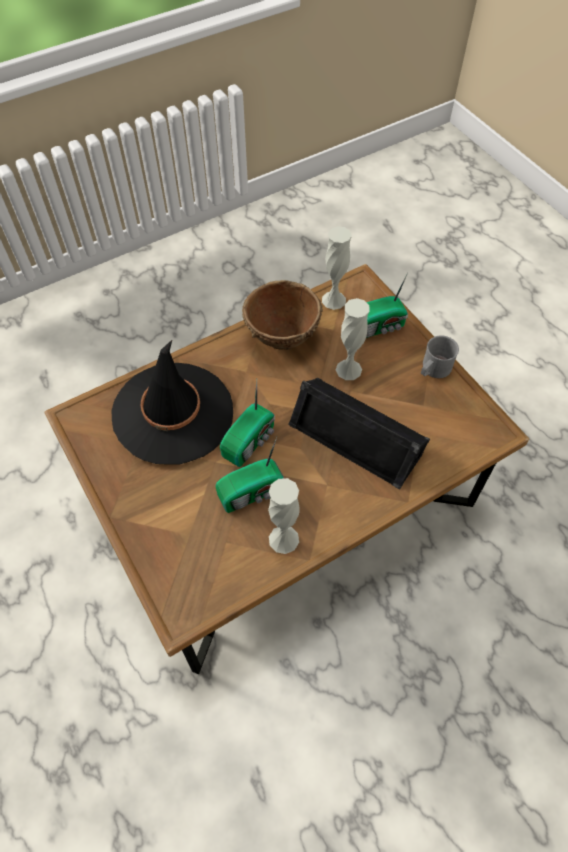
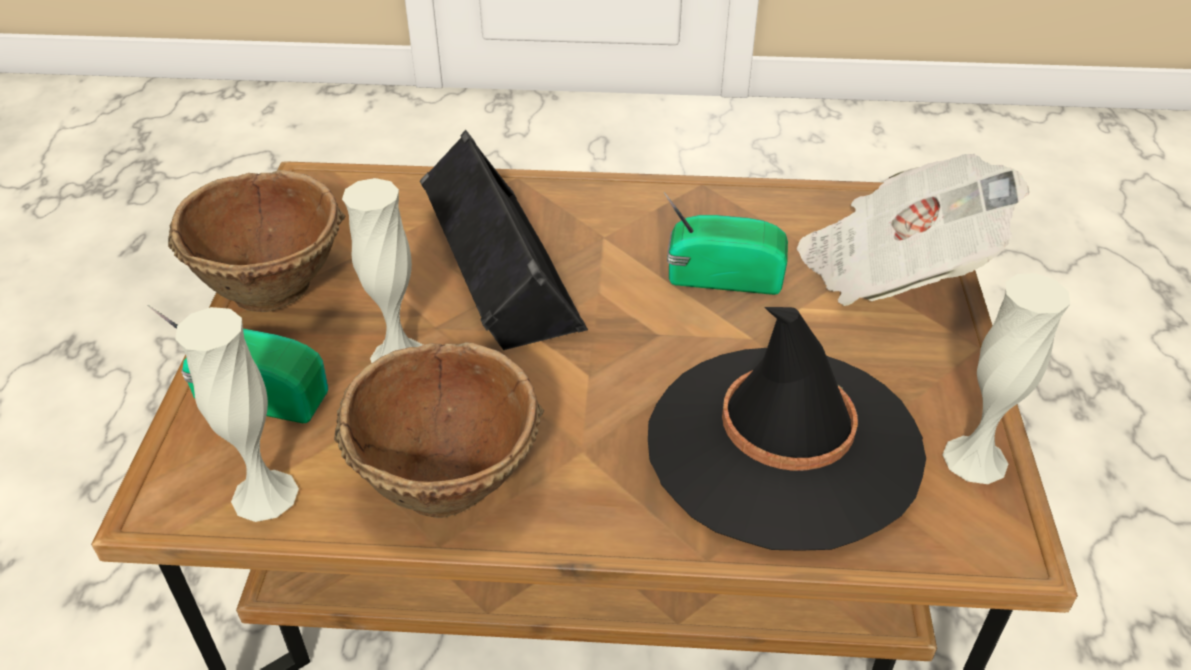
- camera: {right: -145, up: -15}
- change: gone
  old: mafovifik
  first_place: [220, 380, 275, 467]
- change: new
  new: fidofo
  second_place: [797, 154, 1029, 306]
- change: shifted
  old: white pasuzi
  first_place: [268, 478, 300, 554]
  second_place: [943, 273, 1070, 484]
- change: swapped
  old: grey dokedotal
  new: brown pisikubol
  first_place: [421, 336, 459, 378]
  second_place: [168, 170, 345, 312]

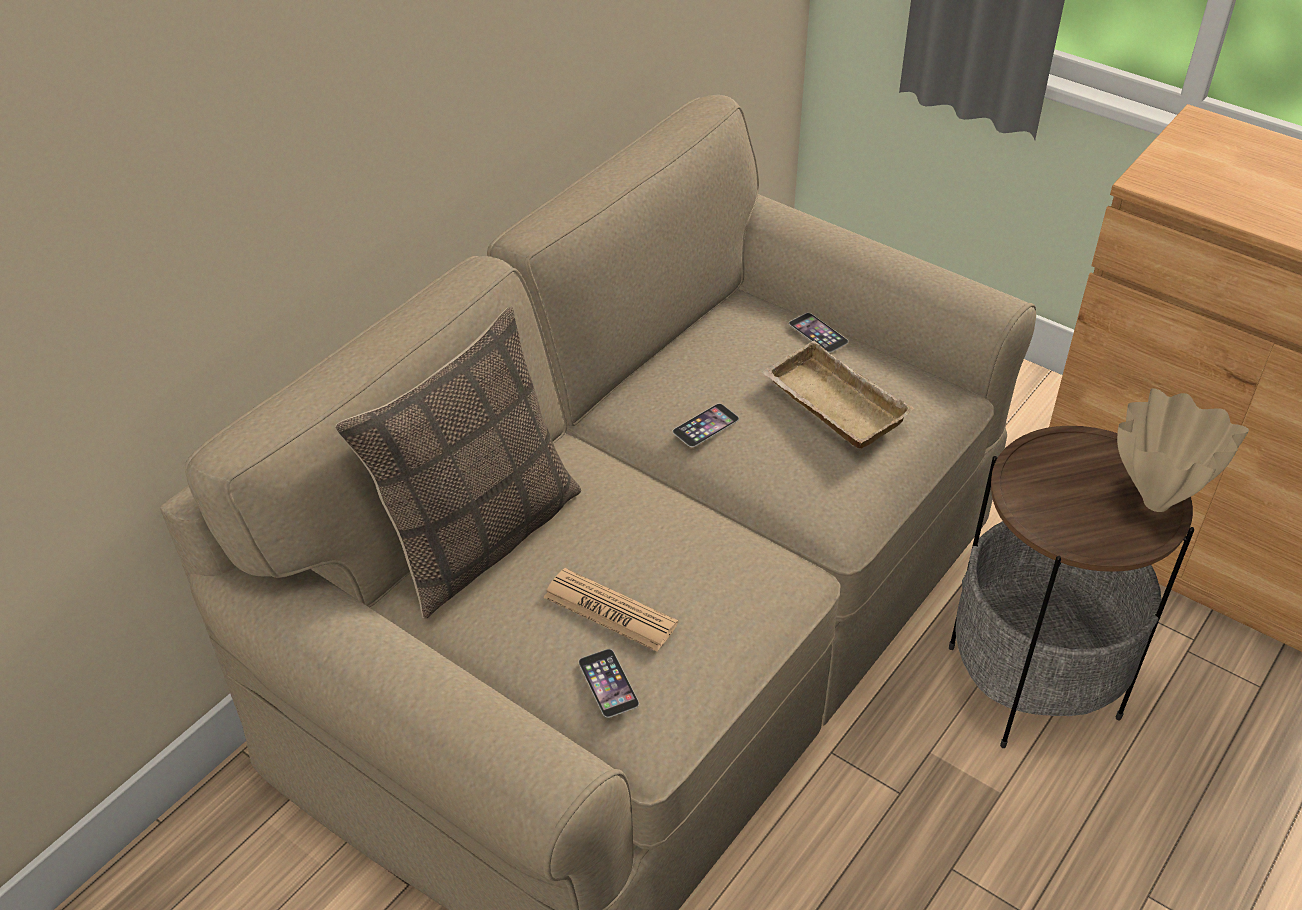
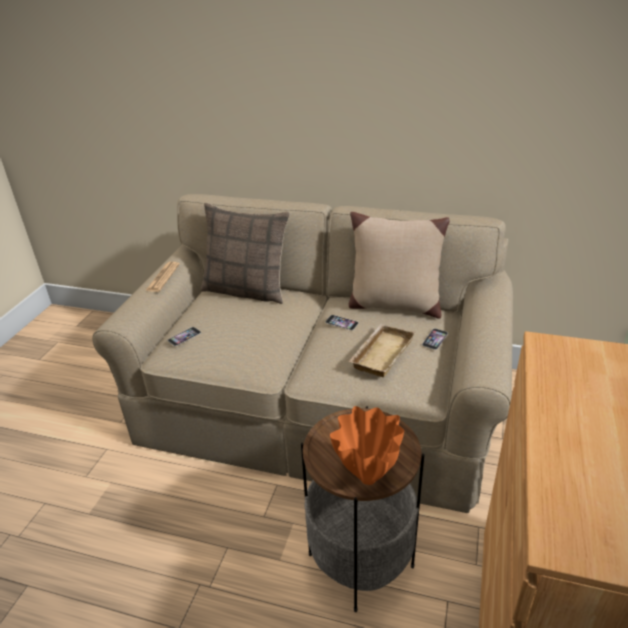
- camera: {right: 70, up: -10}
- change: new
  new: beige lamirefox
  second_place: [348, 212, 450, 319]
- change: shifted
  old: fidofo
  first_place: [543, 568, 678, 652]
  second_place: [145, 262, 180, 292]
- change: repainted
  old: beige pasuzi
  new: orange pasuzi
  first_place: [1117, 388, 1249, 512]
  second_place: [330, 406, 404, 485]

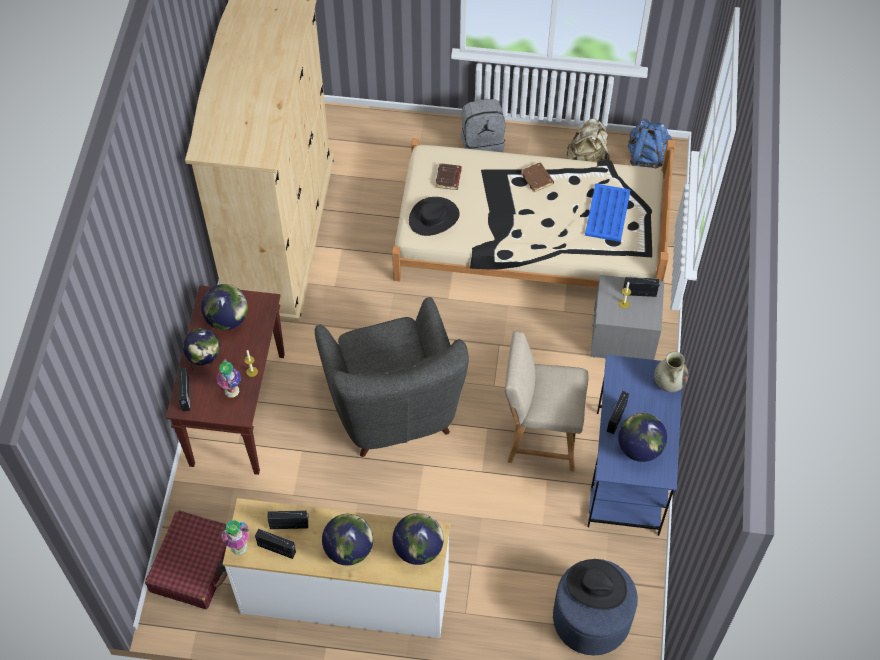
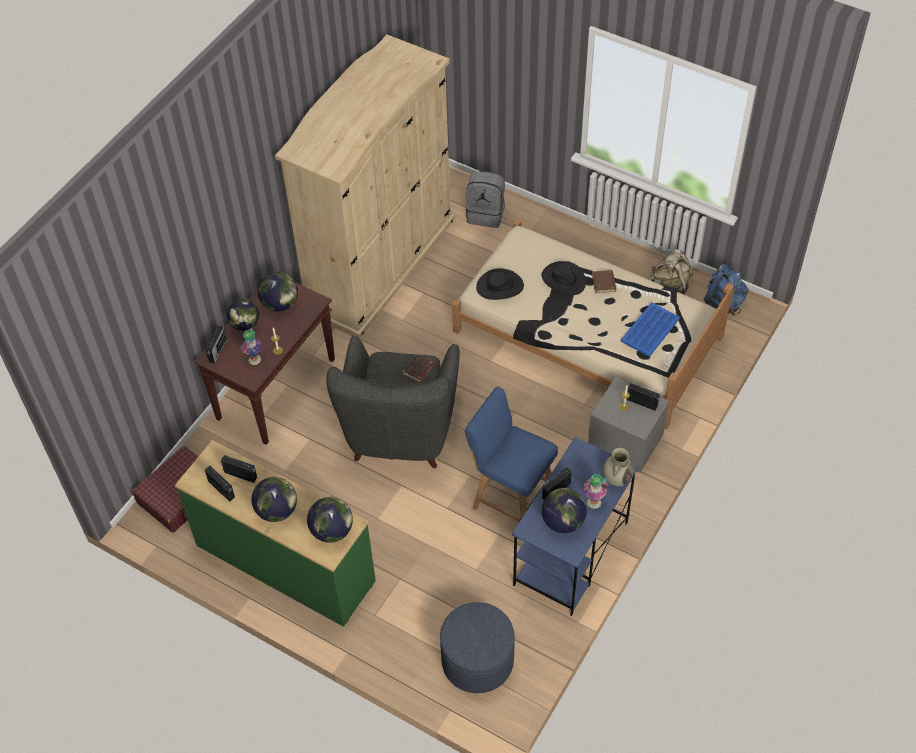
- camera: {right: 25, up: -5}
- change: shifted
  old: pasuzi
  first_place: [221, 520, 249, 555]
  second_place: [584, 474, 608, 509]
- change: shifted
  old: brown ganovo
  first_place: [435, 163, 462, 190]
  second_place: [402, 354, 435, 383]
- change: shifted
  old: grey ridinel
  first_place: [461, 99, 505, 152]
  second_place: [466, 171, 505, 228]
- change: shifted
  old: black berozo
  first_place: [566, 559, 627, 610]
  second_place: [542, 261, 586, 296]
- change: repainted
  old: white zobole
  new: green zobole
  first_place: [223, 498, 450, 638]
  second_place: [175, 440, 376, 627]
- change: repainted
  old: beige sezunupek
  new: blue sezunupek
  first_place: [505, 331, 589, 471]
  second_place: [465, 386, 558, 522]

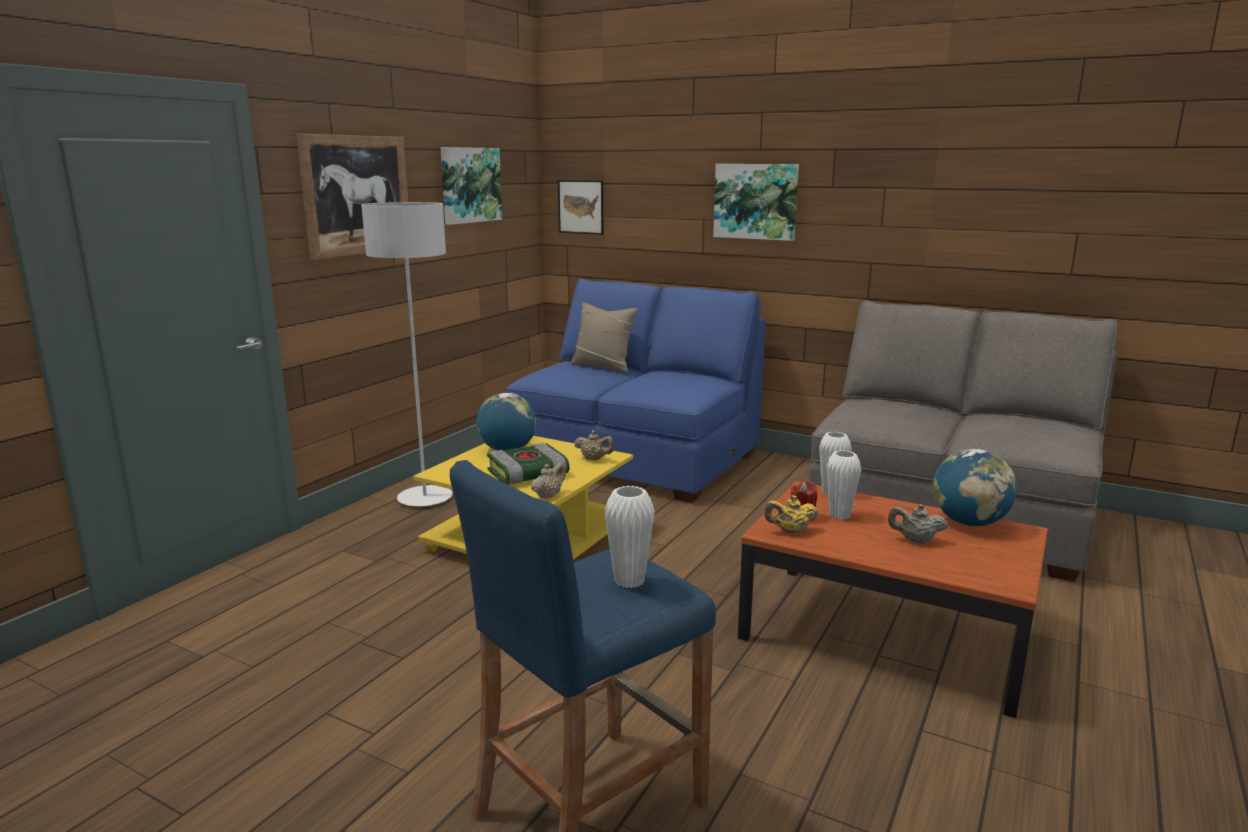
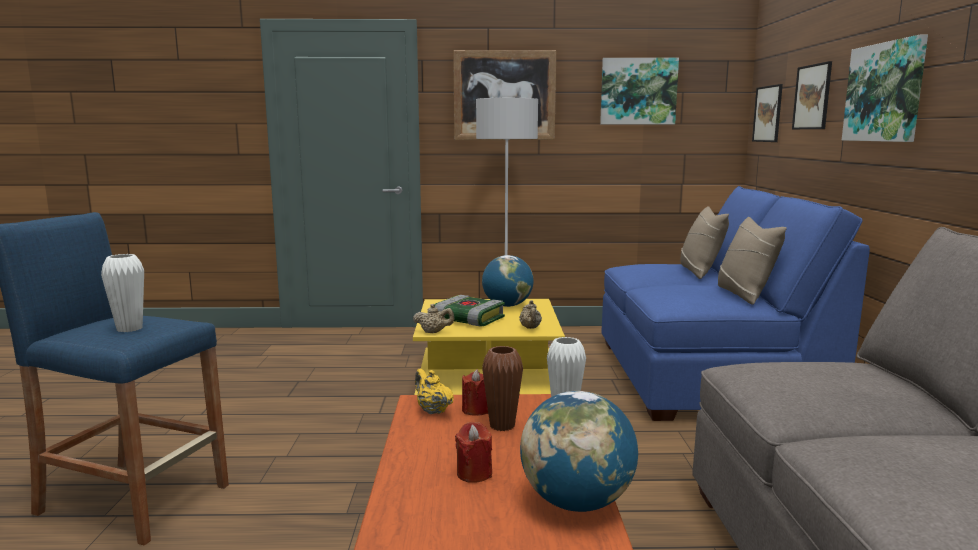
- camera: {right: 60, up: -5}
- change: new
  new: beige lamirefox
  second_place: [718, 217, 787, 305]
- change: new
  new: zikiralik
  second_place: [792, 61, 832, 129]
- change: swapped
  old: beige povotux
  new: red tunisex
  first_place: [888, 504, 948, 544]
  second_place: [455, 422, 492, 483]
- change: repainted
  old: white pasuzi
  new: brown pasuzi
  first_place: [827, 450, 861, 520]
  second_place: [482, 346, 523, 431]

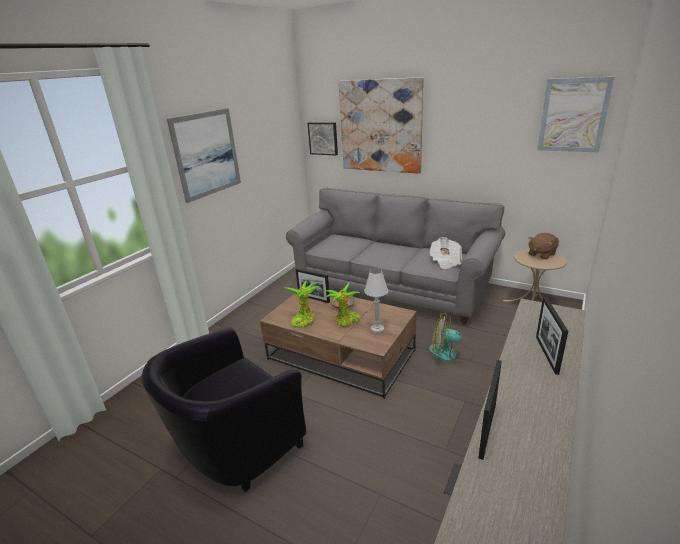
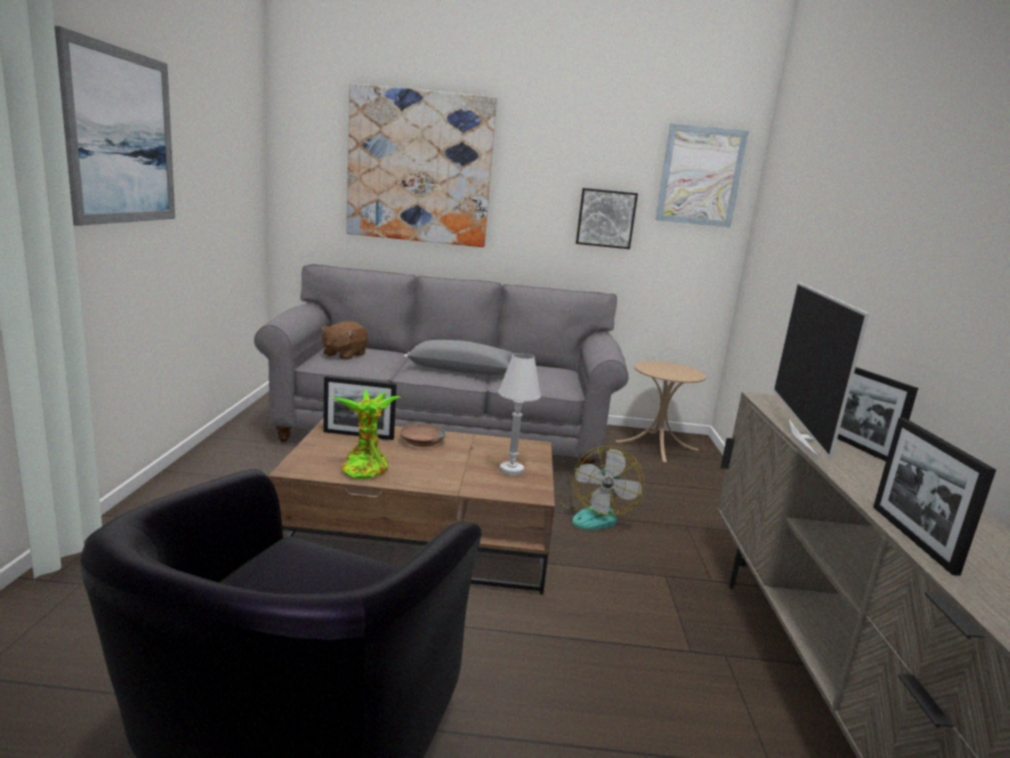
- camera: {right: -30, up: -10}
- change: gone
  old: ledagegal
  first_place: [325, 282, 360, 327]
- change: gone
  old: fidofo
  first_place: [429, 237, 462, 269]
- change: new
  new: grey lamirefox
  second_place: [404, 340, 514, 375]
- change: new
  new: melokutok
  second_place: [773, 282, 869, 459]
- change: shifted
  old: zikiralik
  first_place: [307, 122, 338, 156]
  second_place: [576, 188, 638, 249]
- change: shifted
  old: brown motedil
  first_place: [528, 233, 559, 259]
  second_place: [321, 321, 368, 360]
- change: rotated
  old: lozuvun
  first_place: [429, 313, 472, 363]
  second_place: [560, 446, 645, 530]
  degrees: -60

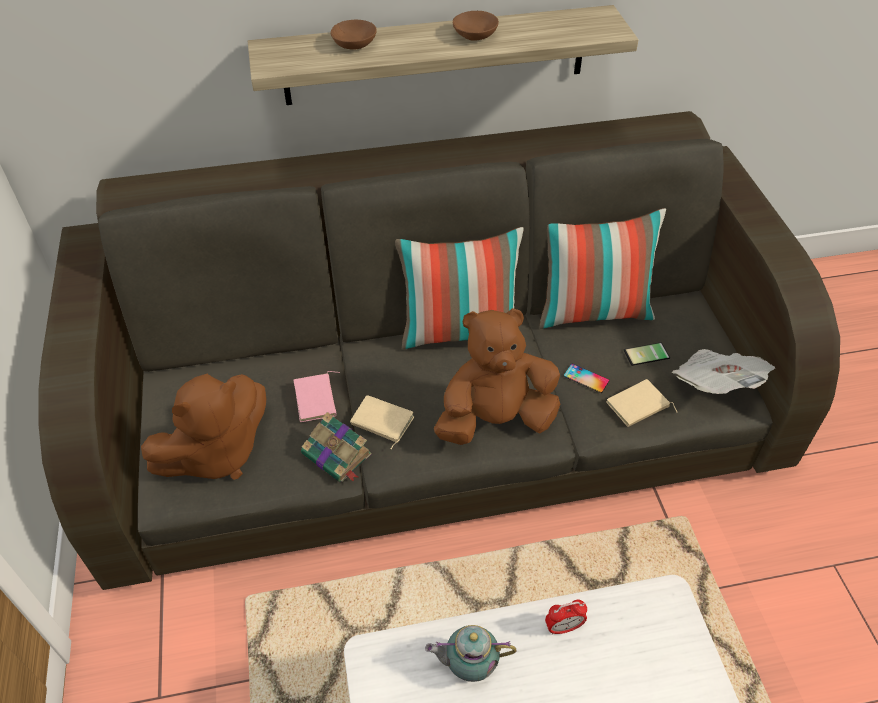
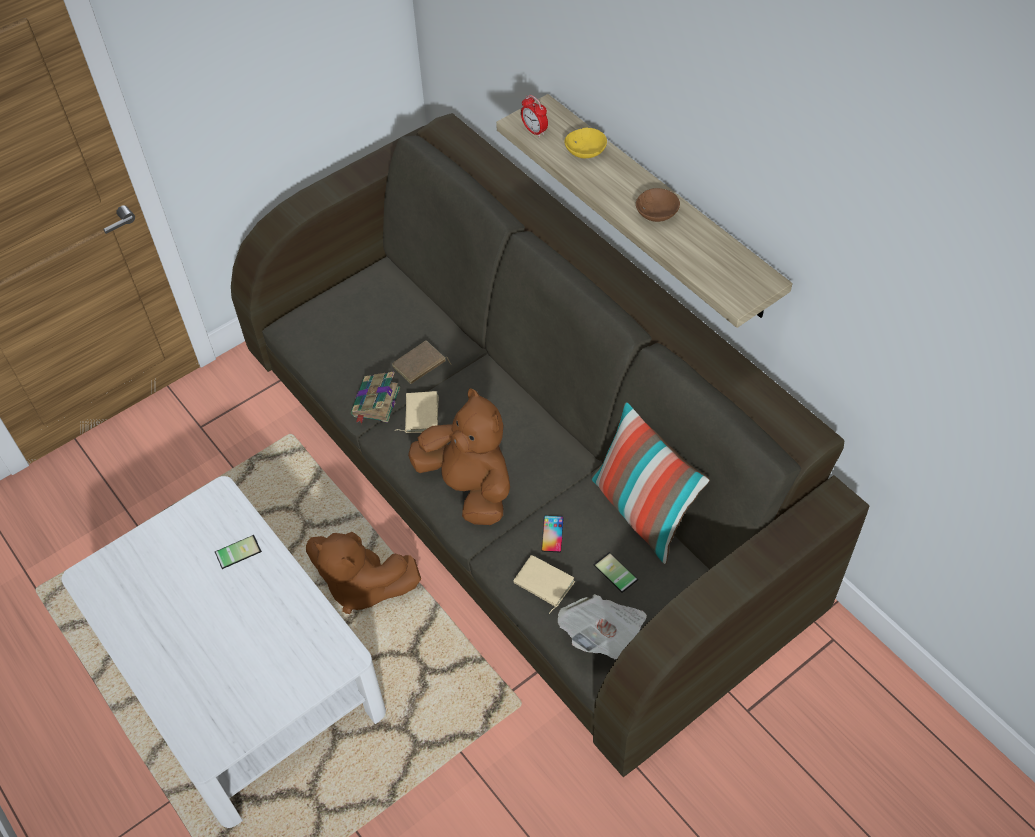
- camera: {right: 65, up: 5}
- change: gone
  old: lamirefox
  first_place: [395, 227, 524, 349]
- change: shifted
  old: brown motedil
  first_place: [141, 374, 266, 480]
  second_place: [306, 532, 421, 614]
- change: shifted
  old: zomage
  first_place: [545, 599, 587, 635]
  second_place: [521, 95, 548, 137]
- change: swapped
  old: povotux
  new: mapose
  first_place: [425, 625, 516, 682]
  second_place: [215, 535, 262, 569]
- change: repainted
  old: pink ganovo
  new: brown ganovo
  first_place: [293, 371, 340, 422]
  second_place: [392, 341, 452, 384]
- change: repainted
  old: brown pisikubol
  new: yellow pisikubol
  first_place: [331, 20, 377, 50]
  second_place: [565, 128, 607, 158]

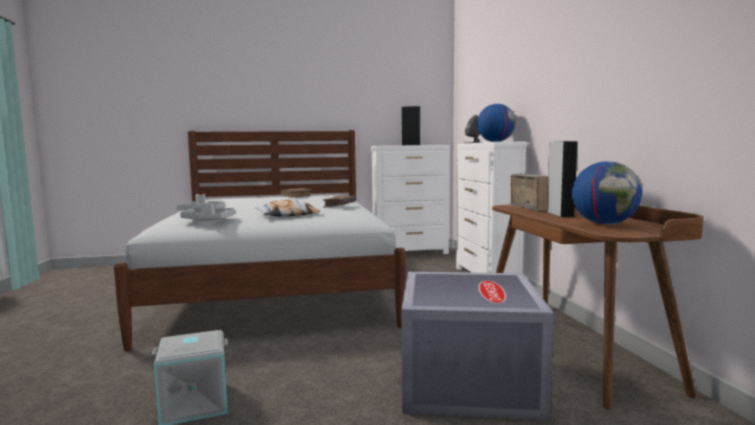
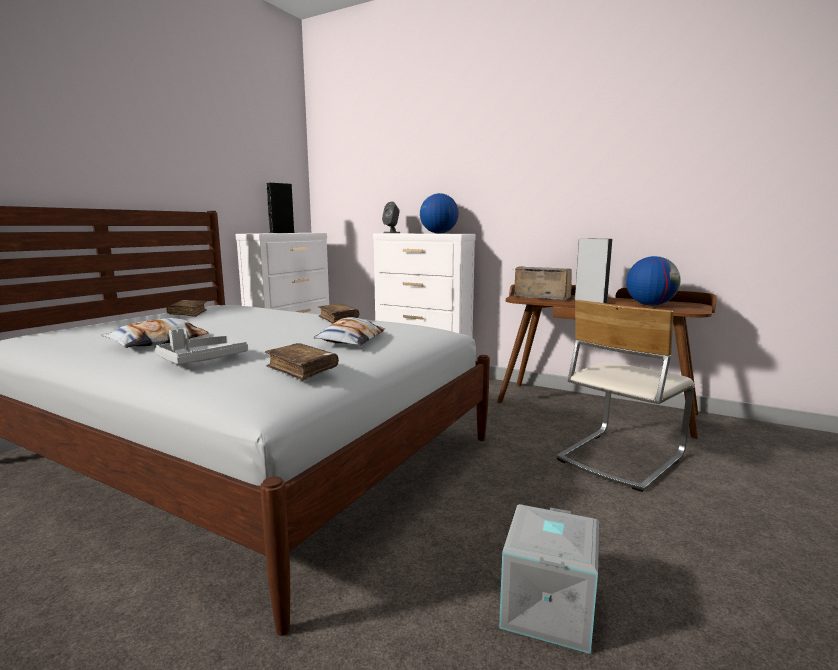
- camera: {right: -50, up: 5}
- change: new
  new: lamirefox
  second_place: [101, 318, 209, 348]
- change: swapped
  old: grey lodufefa
  new: brown ganovo
  first_place: [180, 204, 235, 221]
  second_place: [265, 343, 339, 381]
- change: swapped
  old: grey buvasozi
  new: beige sezunupek
  first_place: [401, 272, 554, 421]
  second_place: [556, 300, 695, 492]

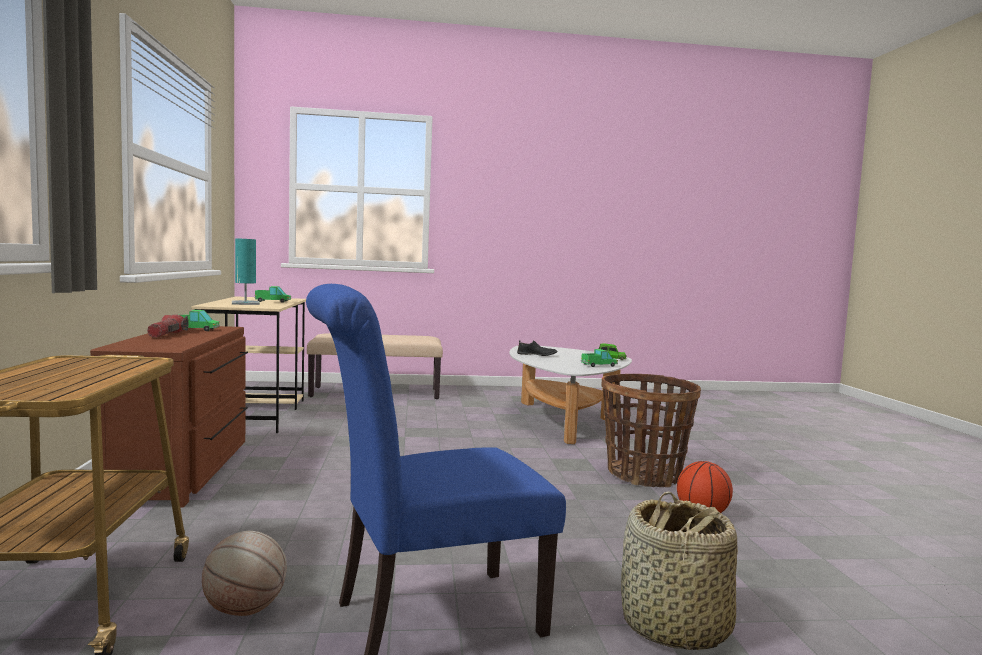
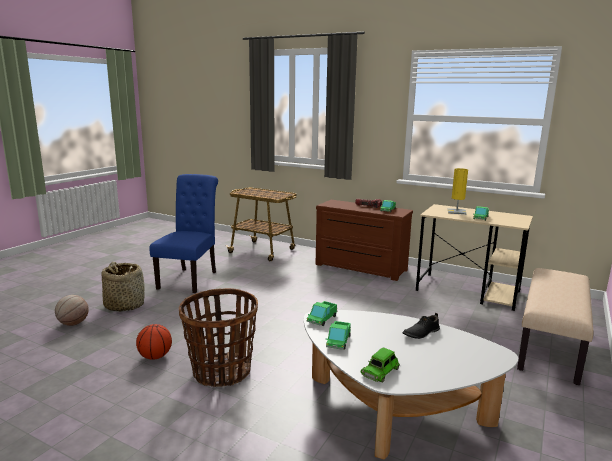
- camera: {right: 125, up: 10}
- change: new
  new: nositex
  second_place: [306, 301, 337, 326]
- change: shifted
  old: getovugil
  first_place: [202, 531, 287, 616]
  second_place: [55, 295, 89, 326]
- change: repainted
  old: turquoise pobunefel
  new: yellow pobunefel
  first_place: [232, 238, 260, 305]
  second_place: [448, 168, 468, 215]

